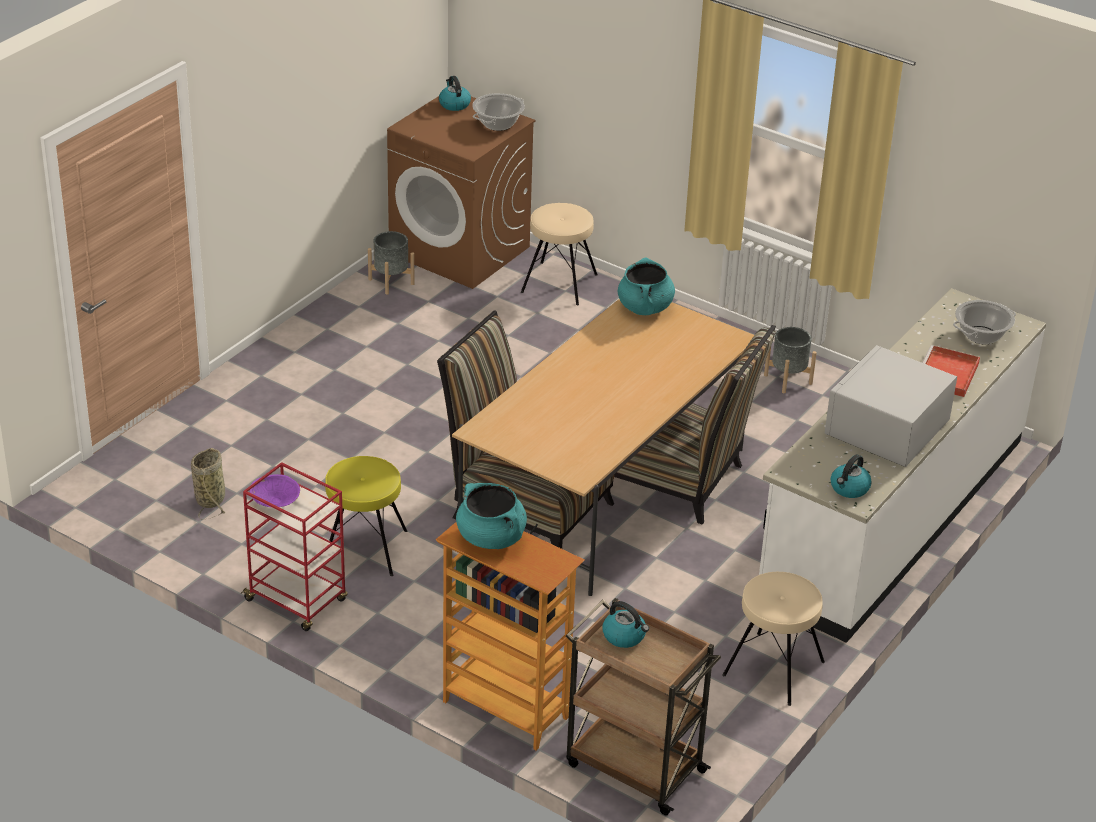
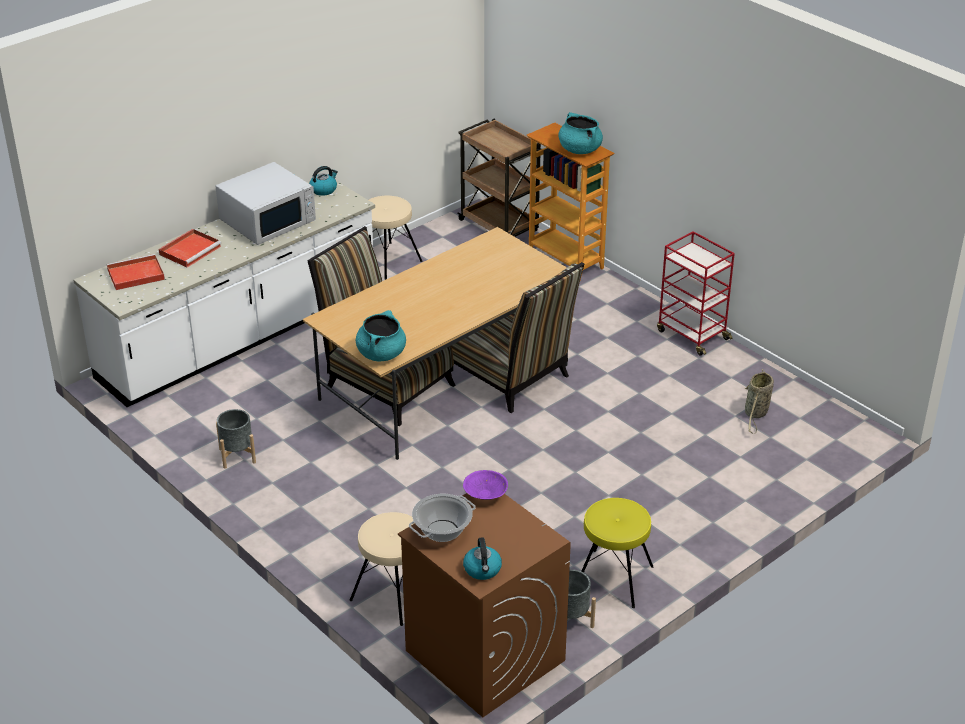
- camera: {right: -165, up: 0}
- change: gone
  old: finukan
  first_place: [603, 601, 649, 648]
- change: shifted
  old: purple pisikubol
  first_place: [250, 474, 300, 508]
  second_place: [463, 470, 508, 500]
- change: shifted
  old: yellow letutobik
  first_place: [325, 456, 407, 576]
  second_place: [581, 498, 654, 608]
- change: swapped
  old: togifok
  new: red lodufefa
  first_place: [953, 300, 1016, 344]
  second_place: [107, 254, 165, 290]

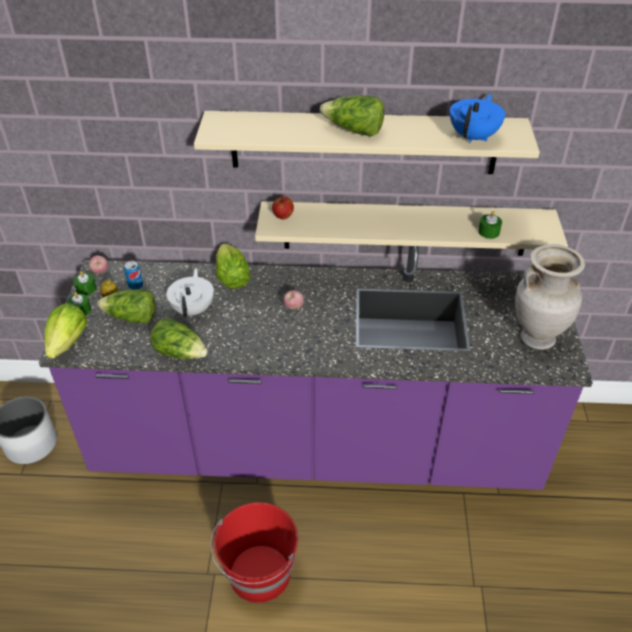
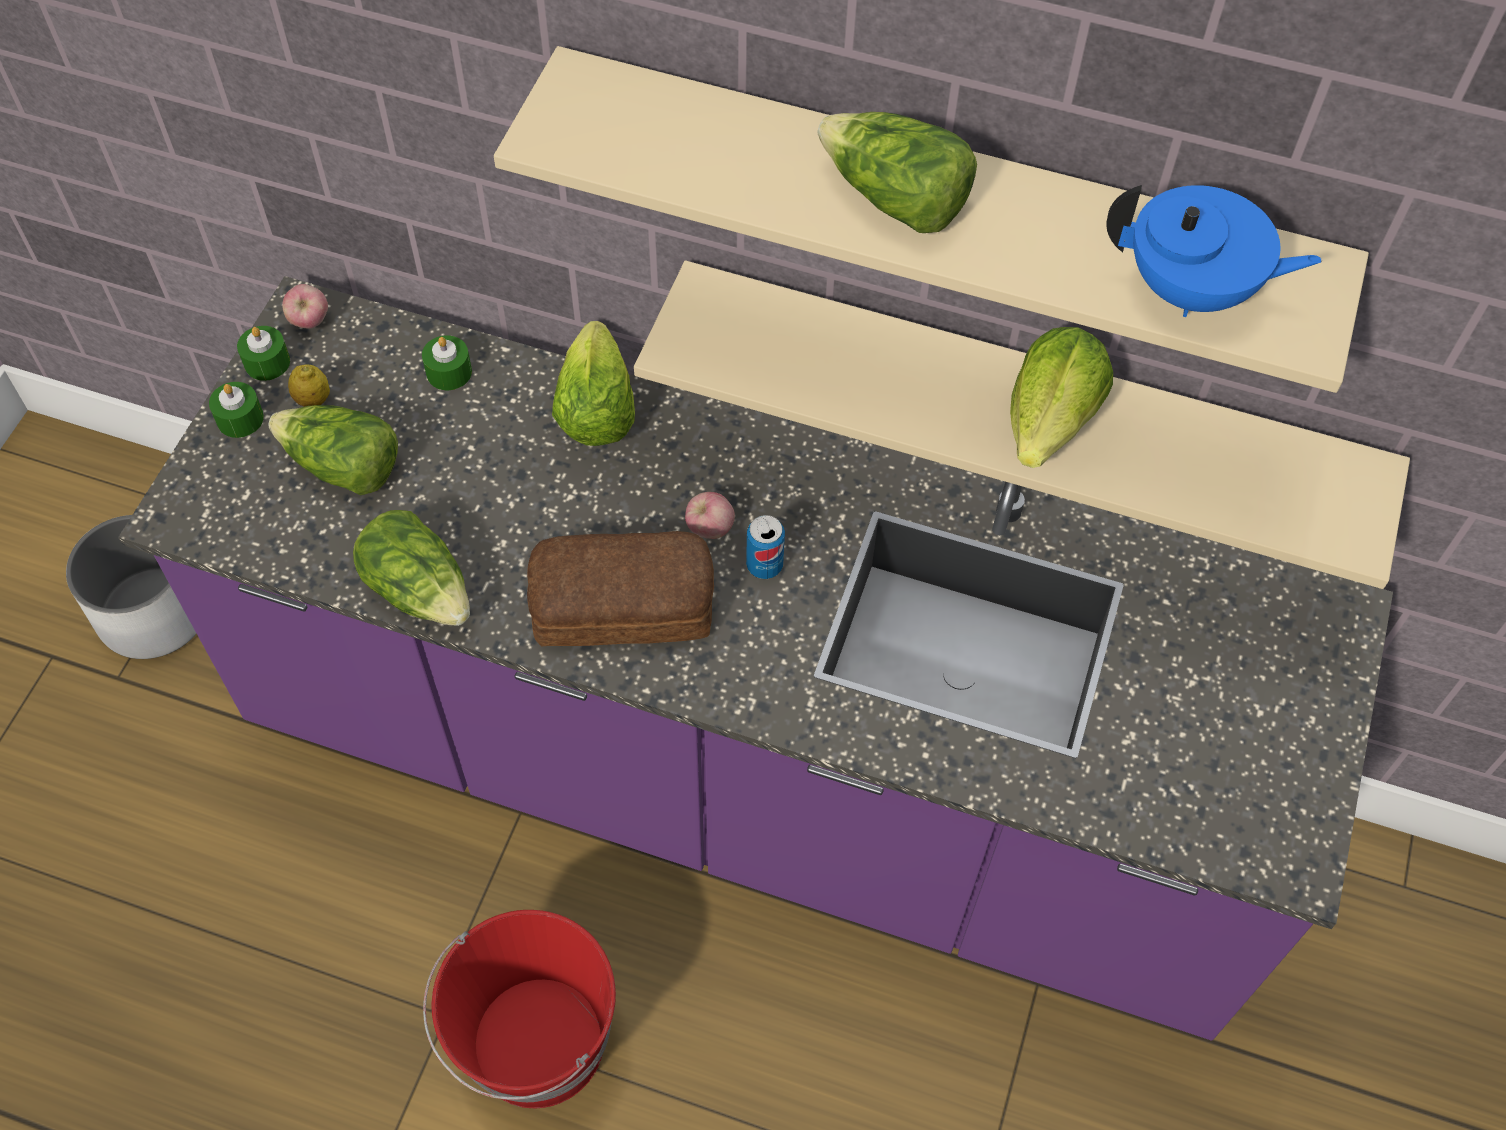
- camera: {right: 15, up: 15}
- change: gone
  old: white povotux
  first_place: [166, 268, 214, 319]
- change: gone
  old: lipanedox
  first_place: [272, 195, 294, 219]
- change: gone
  old: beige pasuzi
  first_place: [515, 244, 585, 350]
- change: new
  new: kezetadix
  second_place: [527, 531, 714, 646]
- change: shifted
  old: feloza
  first_place: [44, 303, 88, 359]
  second_place: [1010, 327, 1113, 468]
- change: shifted
  old: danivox
  first_place: [124, 261, 143, 290]
  second_place: [746, 515, 785, 579]
- change: shifted
  old: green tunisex
  first_place: [478, 211, 502, 239]
  second_place: [422, 335, 472, 390]
- change: rotated
  old: blue povotux
  first_place: [450, 94, 505, 143]
  second_place: [1107, 185, 1322, 317]
  degrees: 60

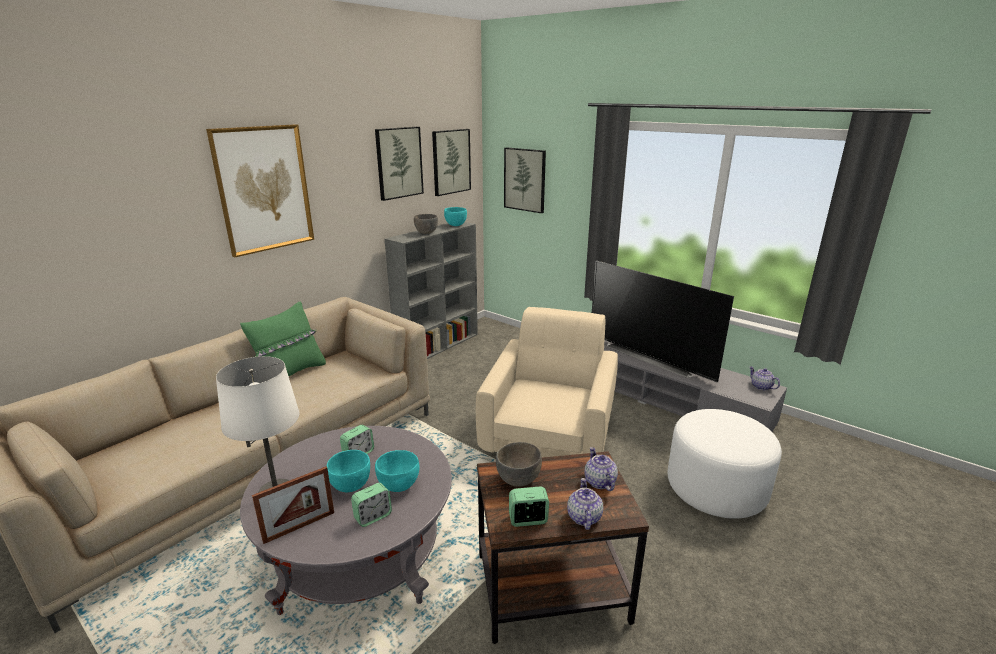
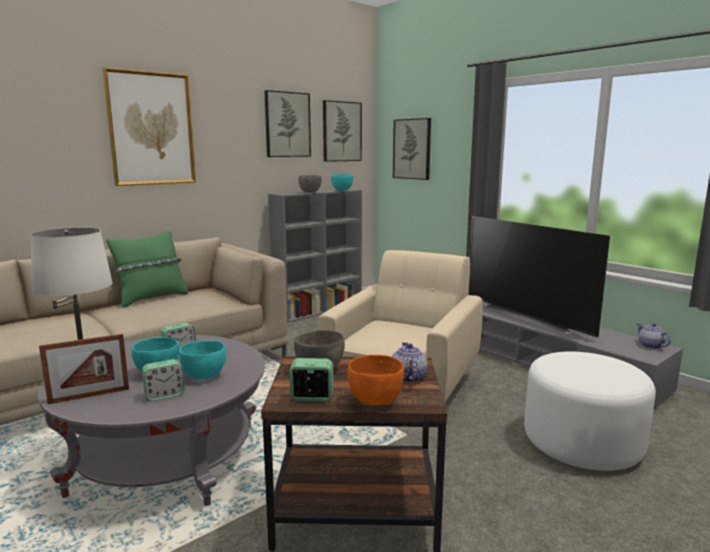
- camera: {right: 10, up: -10}
- change: swapped
  old: povotux
  new: orange pisikubol
  first_place: [567, 478, 603, 530]
  second_place: [347, 355, 404, 405]

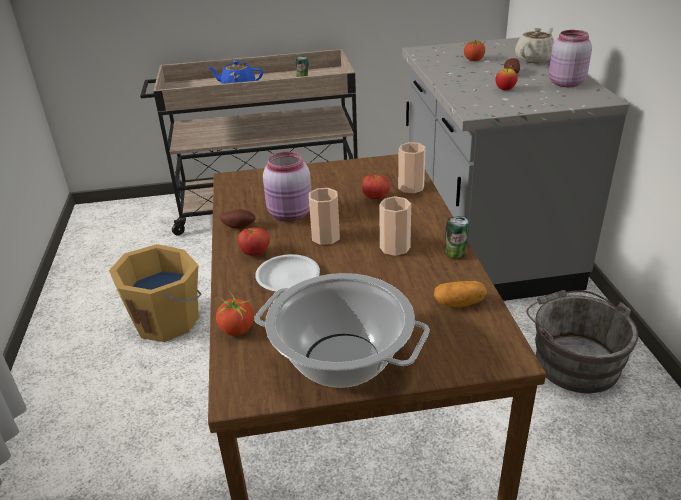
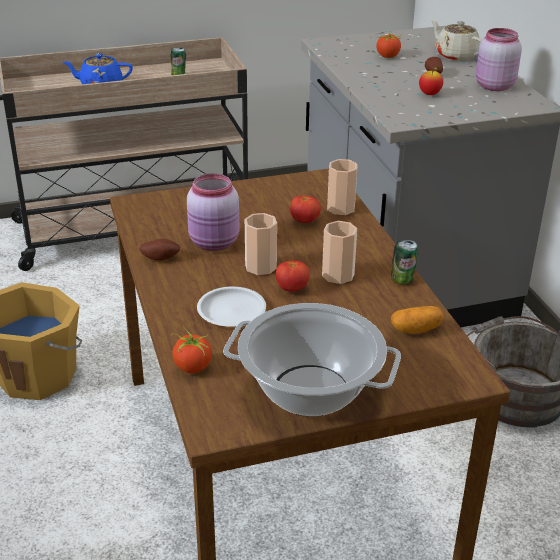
- camera: {right: -10, up: 0}
- change: shifted
  old: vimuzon
  first_place: [238, 227, 270, 256]
  second_place: [276, 260, 310, 292]
- change: rotated
  old: beige povotux
  first_place: [515, 27, 554, 63]
  second_place: [431, 20, 482, 61]
  degrees: -75

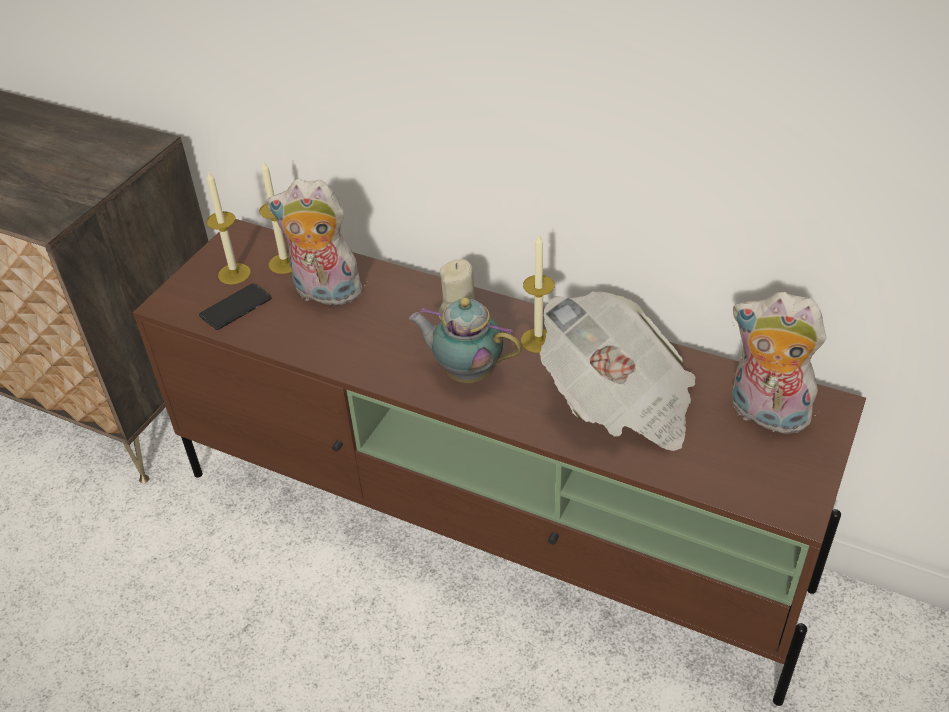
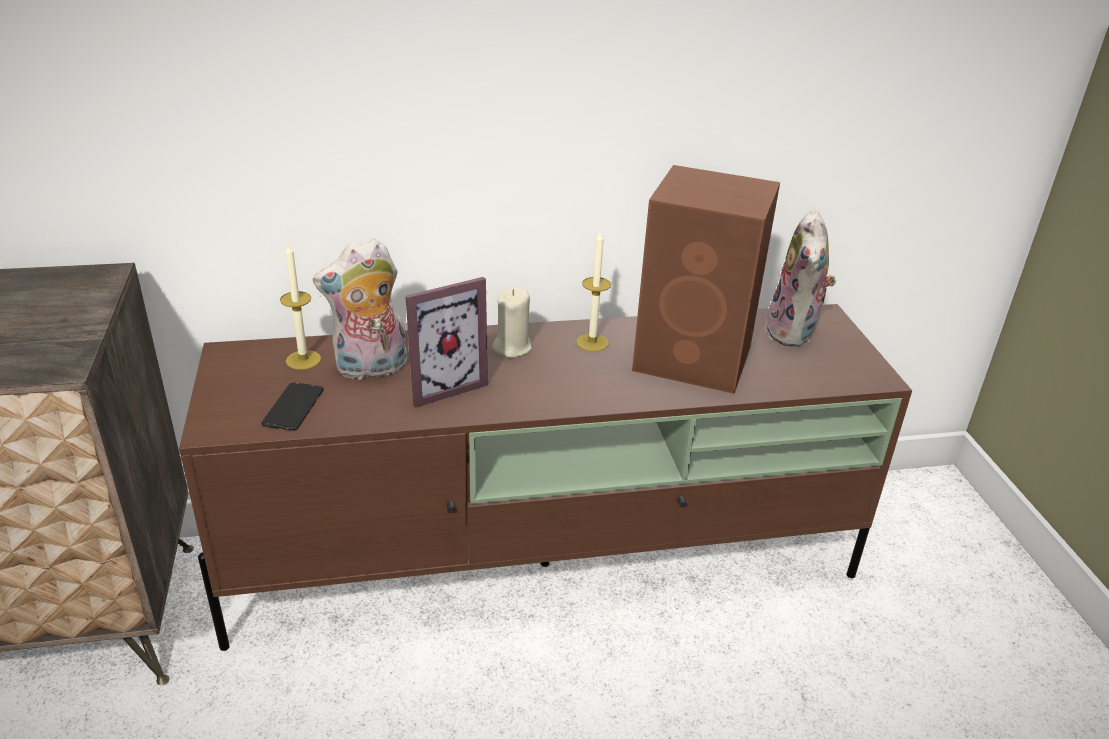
- camera: {right: -40, up: -10}
- change: gone
  old: tunisex
  first_place: [206, 170, 251, 284]
- change: gone
  old: povotux
  first_place: [409, 298, 522, 383]
- change: new
  new: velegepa
  second_place: [405, 277, 488, 408]
- change: swapped
  old: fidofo
  new: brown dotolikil
  first_place: [540, 292, 696, 451]
  second_place: [632, 165, 780, 394]
- change: rotated
  old: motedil
  first_place: [732, 292, 826, 434]
  second_place: [765, 209, 836, 347]
  degrees: -75

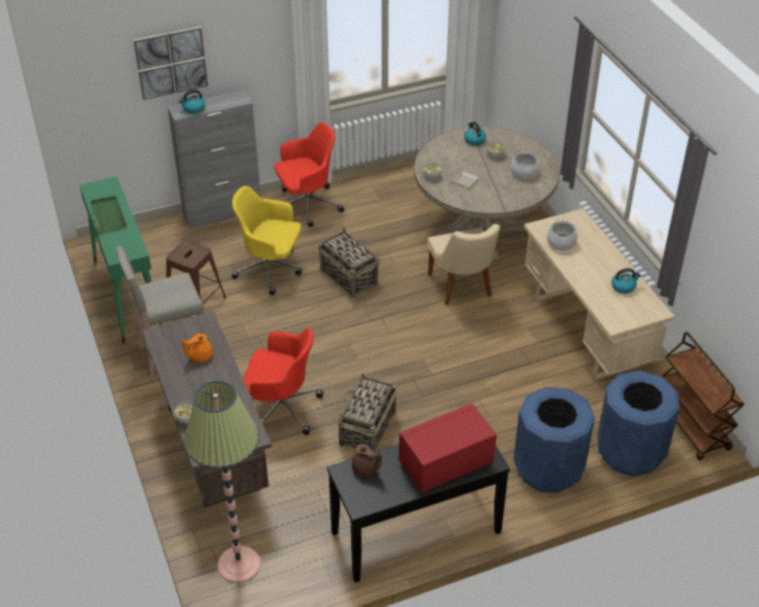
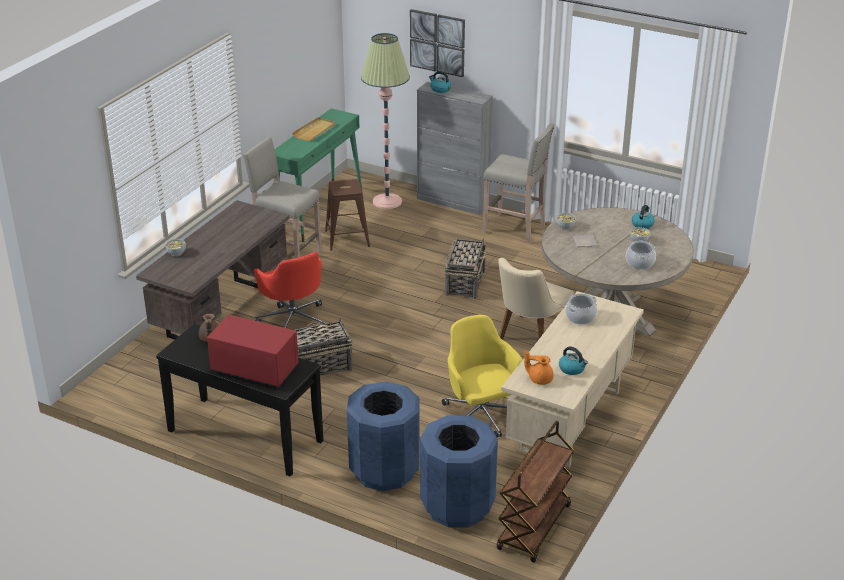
- camera: {right: 50, up: -10}
- change: shifted
  old: orange povotux
  first_place: [182, 333, 213, 362]
  second_place: [524, 350, 554, 385]
- change: shifted
  old: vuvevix
  first_place: [184, 381, 260, 583]
  second_place: [361, 33, 410, 209]
- change: shifted
  old: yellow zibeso
  first_place: [232, 186, 302, 296]
  second_place: [442, 315, 523, 438]
- change: swapped
  old: red zibeso
  new: beige letutobik
  first_place: [274, 122, 344, 227]
  second_place: [483, 123, 555, 243]
- change: repainted
  old: green lodufefa
  new: beige lodufefa
  first_place: [91, 196, 127, 233]
  second_place: [292, 117, 336, 141]

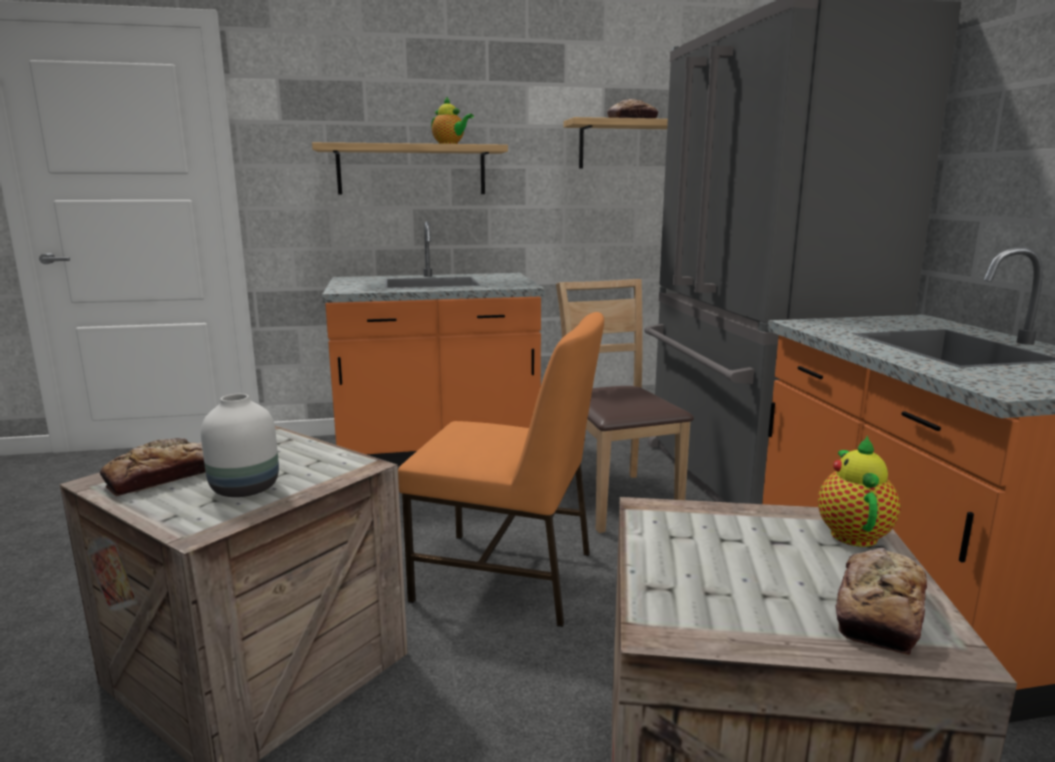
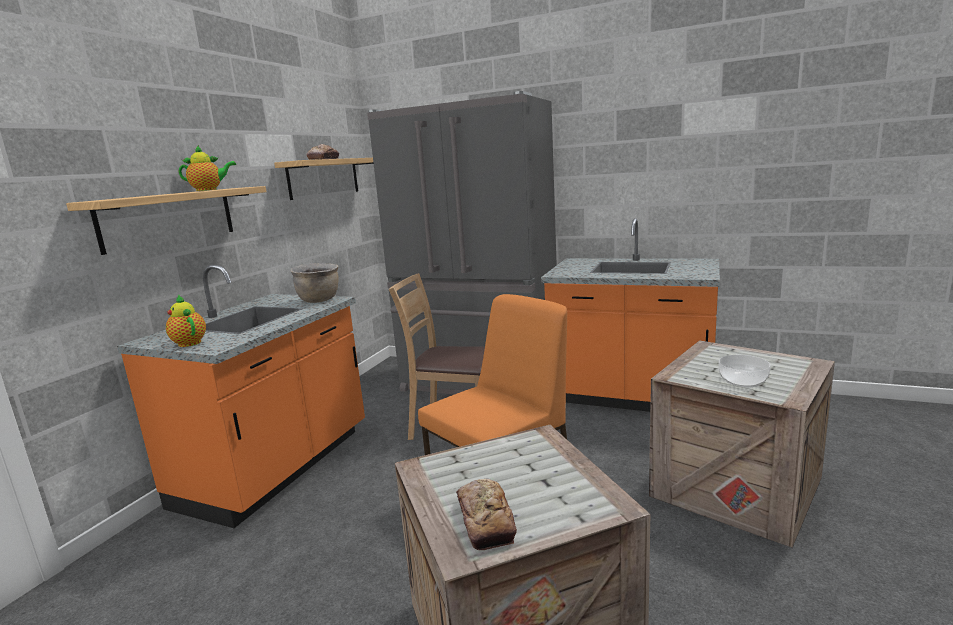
- camera: {right: -55, up: 0}
- change: gone
  old: white pasuzi
  first_place: [201, 394, 279, 497]
- change: gone
  old: kezetadix
  first_place: [835, 548, 927, 655]
- change: new
  new: brown togifok
  second_place: [290, 263, 339, 303]
- change: new
  new: pisikubol
  second_place: [719, 355, 770, 387]
- change: shifted
  old: povotux
  first_place: [818, 436, 900, 547]
  second_place: [166, 294, 206, 347]

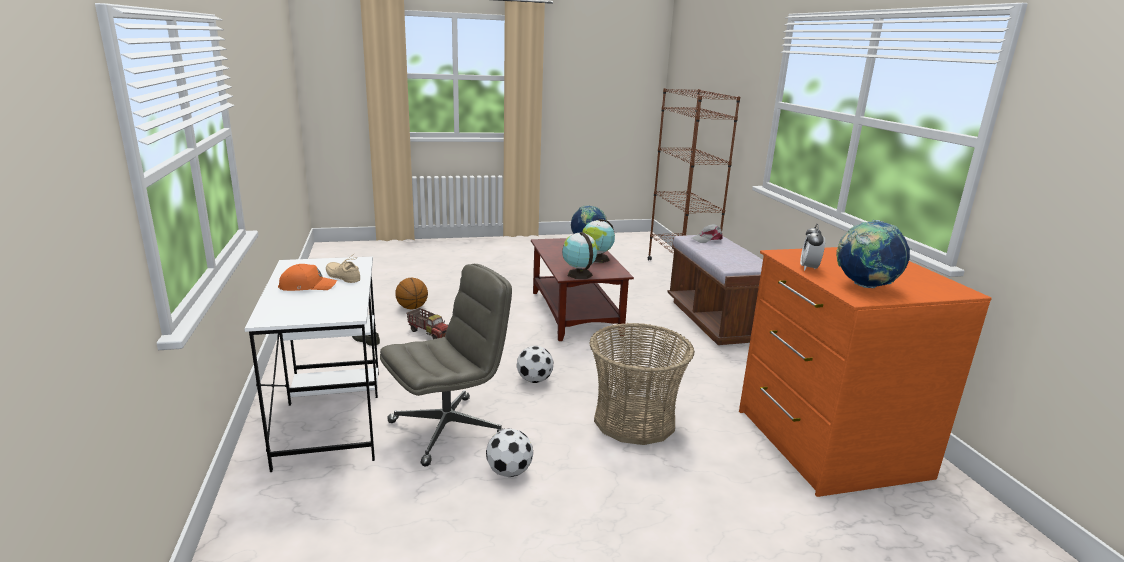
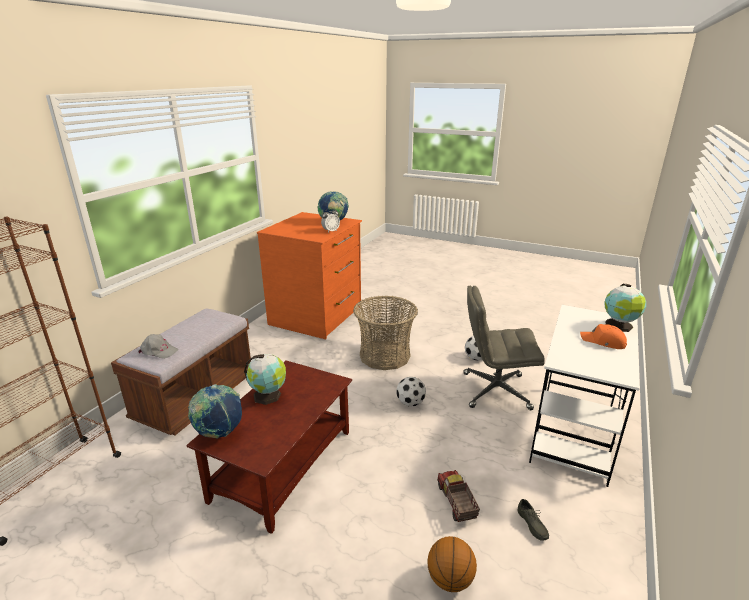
- camera: {right: -140, up: 5}
- change: gone
  old: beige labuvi
  first_place: [326, 254, 360, 283]
- change: shifted
  old: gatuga
  first_place: [562, 232, 597, 279]
  second_place: [605, 284, 646, 332]

